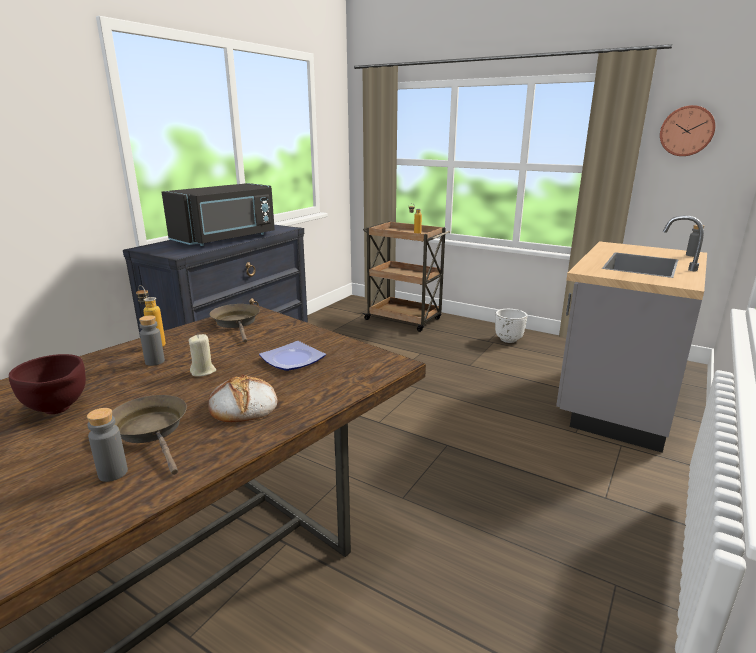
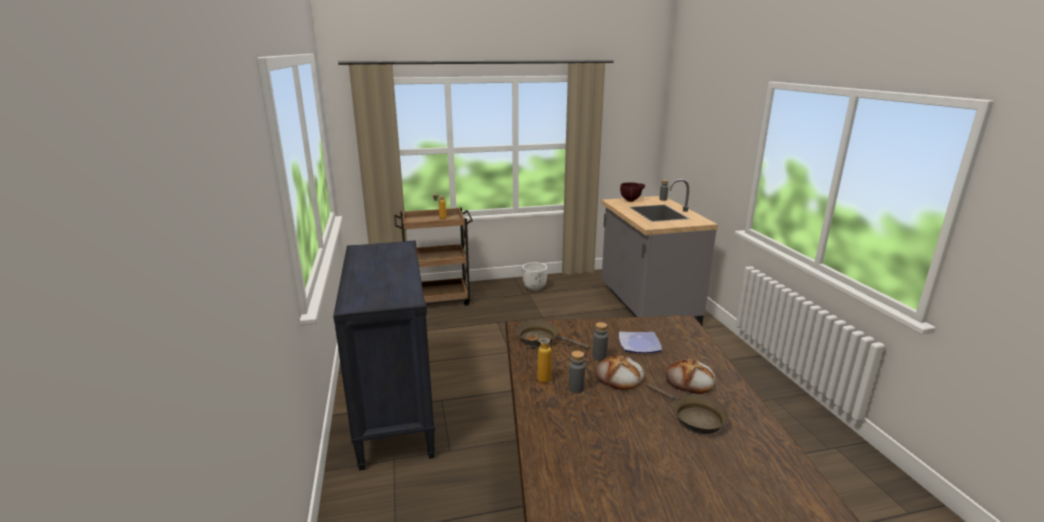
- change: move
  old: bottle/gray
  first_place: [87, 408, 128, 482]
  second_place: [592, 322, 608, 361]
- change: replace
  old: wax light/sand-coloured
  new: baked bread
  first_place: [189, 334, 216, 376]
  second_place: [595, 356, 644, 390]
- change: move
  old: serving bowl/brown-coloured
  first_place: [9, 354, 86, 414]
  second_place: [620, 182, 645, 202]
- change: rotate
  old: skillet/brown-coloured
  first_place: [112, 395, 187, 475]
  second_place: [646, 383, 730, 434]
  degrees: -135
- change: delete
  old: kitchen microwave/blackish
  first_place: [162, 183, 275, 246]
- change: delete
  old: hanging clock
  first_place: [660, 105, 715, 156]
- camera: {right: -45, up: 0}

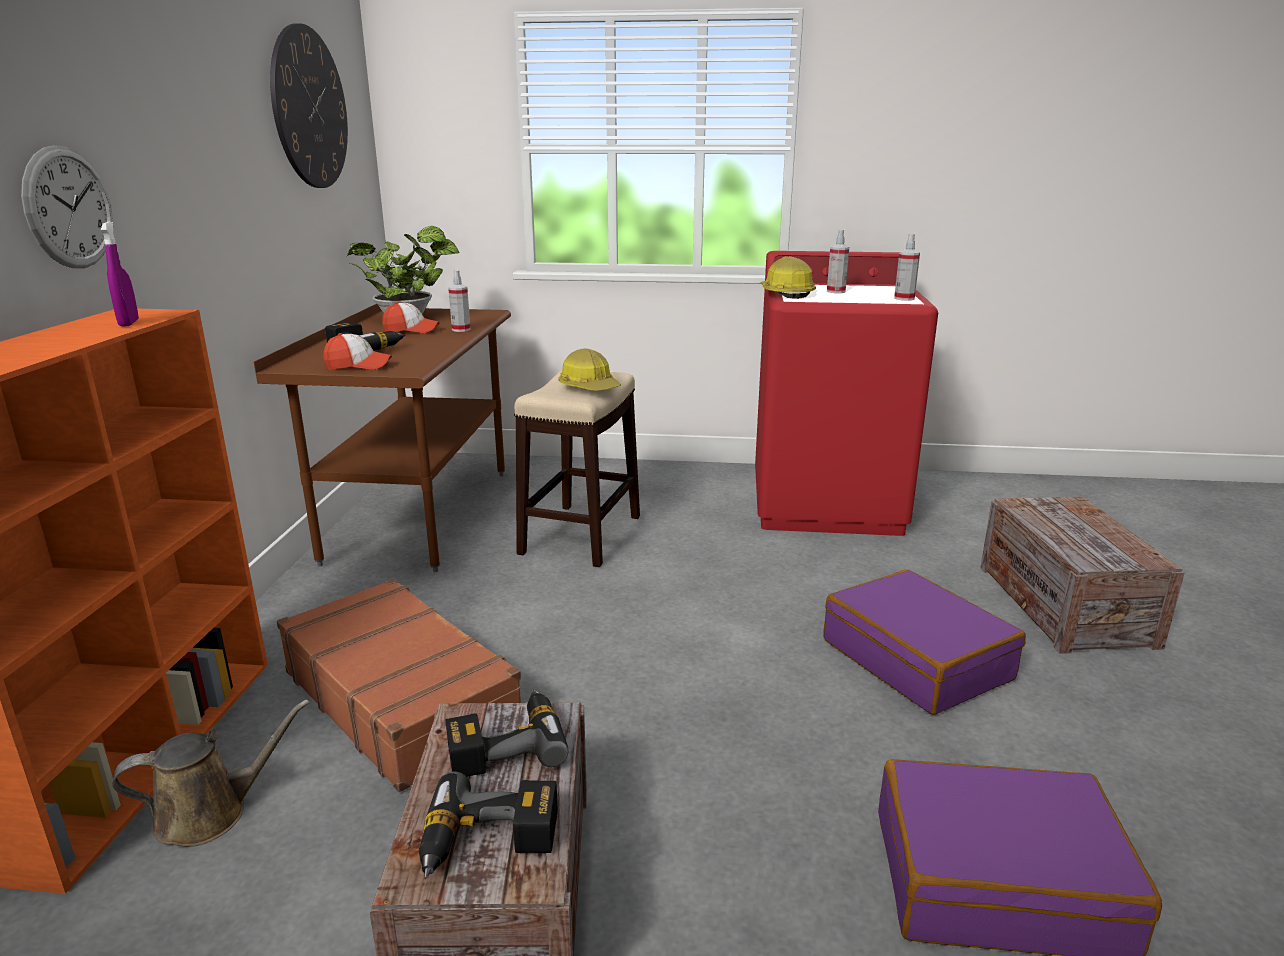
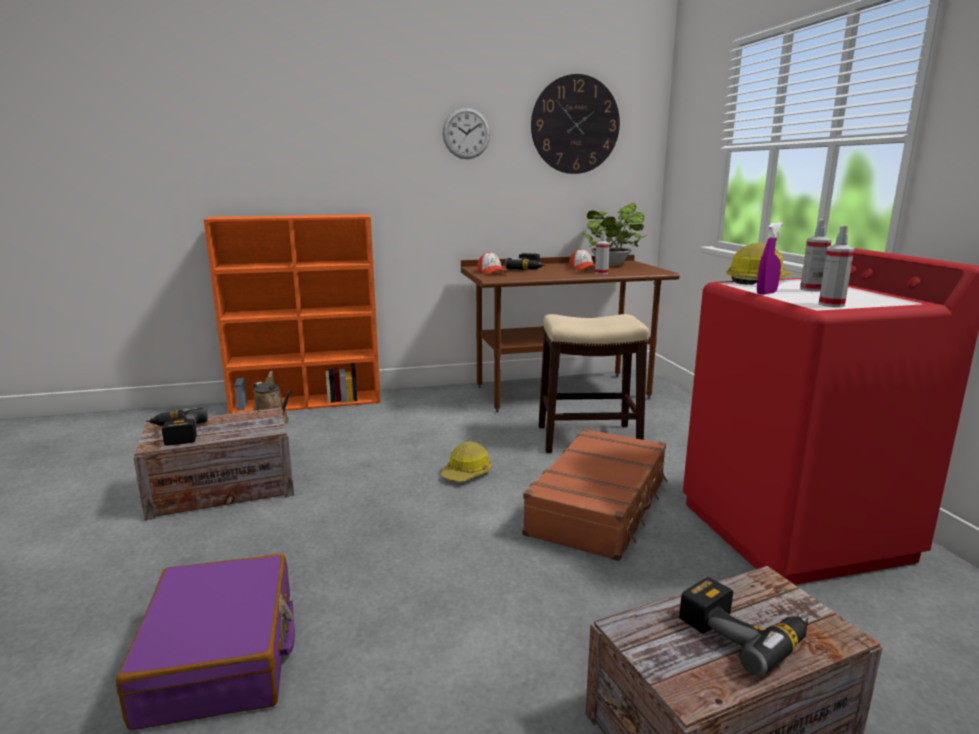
- change: move
  old: hard hat
  first_place: [559, 348, 621, 391]
  second_place: [441, 442, 492, 482]
- change: move
  old: hanging clock
  first_place: [21, 145, 113, 268]
  second_place: [443, 107, 490, 159]
- change: move
  old: piece of luggage/brown-coloured
  first_place: [277, 578, 521, 792]
  second_place: [522, 428, 668, 561]
- change: move
  old: electric drill
  first_place: [445, 690, 568, 777]
  second_place: [679, 577, 808, 676]
- change: move
  old: spray bottle/purplish
  first_place: [101, 221, 139, 327]
  second_place: [757, 222, 783, 295]
- change: delete
  old: piece of luggage/purplish
  first_place: [824, 569, 1026, 715]
- camera: {right: 70, up: -5}

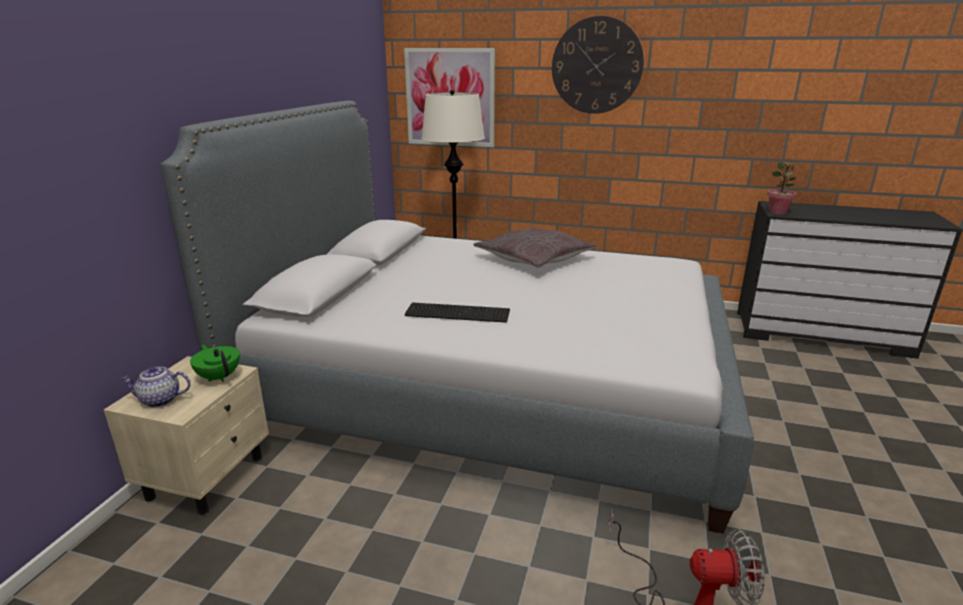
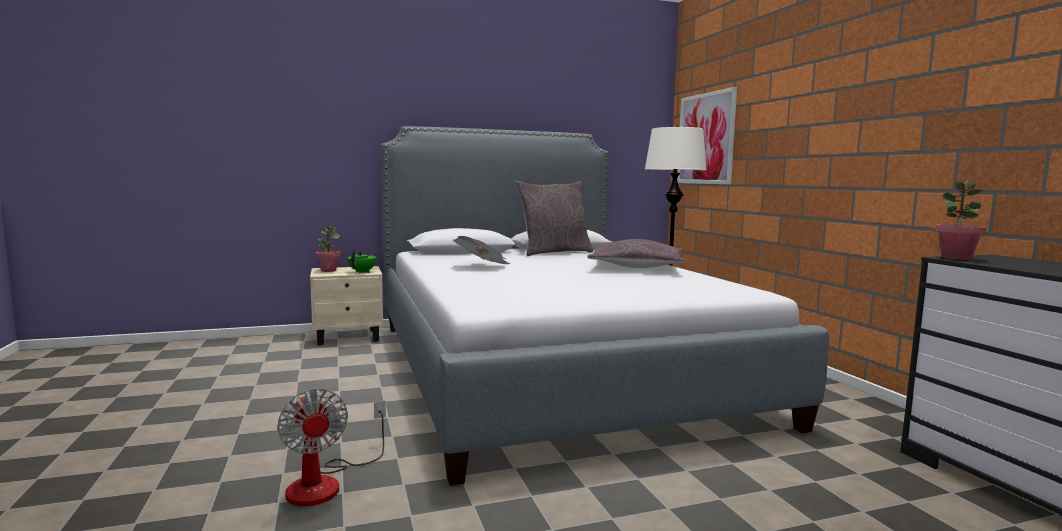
- change: replace
  old: tea pot
  new: plant in a pot
  first_place: [120, 366, 191, 407]
  second_place: [316, 226, 341, 272]
- change: replace
  old: keyboard
  new: printed paper
  first_place: [405, 303, 510, 323]
  second_place: [453, 236, 510, 264]
- change: insert
  new: cushion/gray
  second_place: [516, 181, 593, 256]
- change: delete
  old: hanging clock
  first_place: [552, 16, 644, 114]
- camera: {right: 55, up: -15}

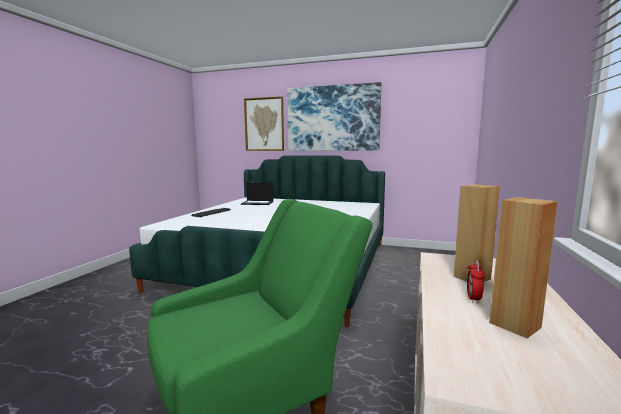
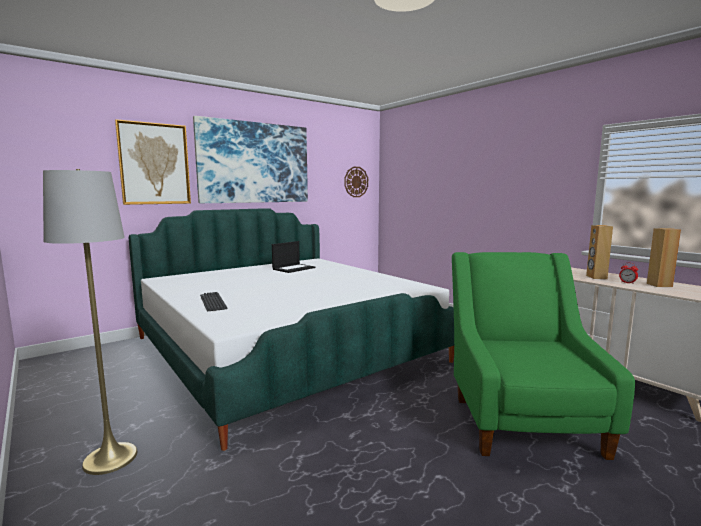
- change: insert
  new: standard lamp/gray
  second_place: [43, 169, 138, 475]
- change: move
  old: laptop
  first_place: [241, 182, 273, 205]
  second_place: [272, 241, 316, 273]
- change: insert
  new: hanging clock
  second_place: [344, 167, 368, 197]
- camera: {right: -55, up: 0}

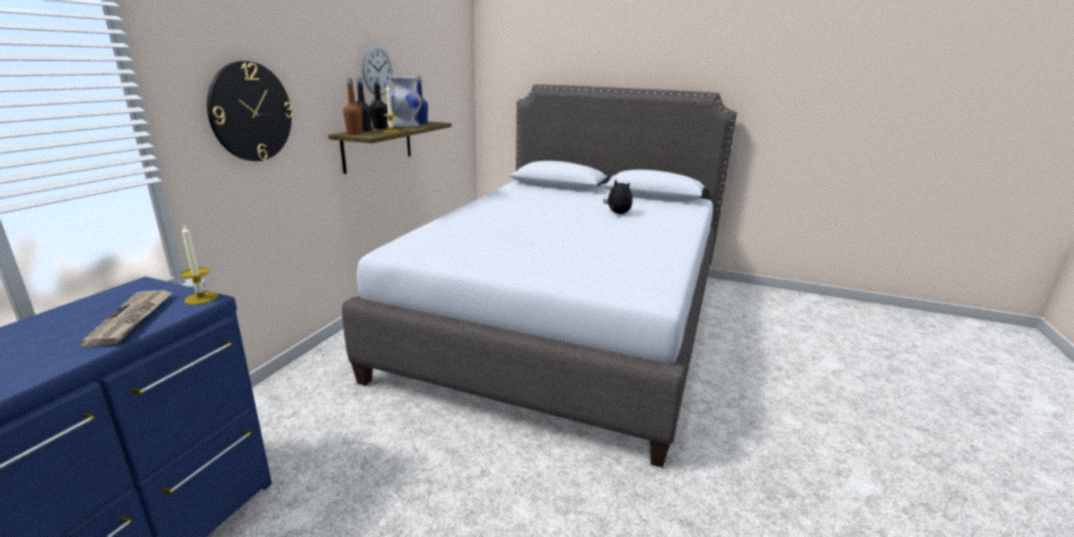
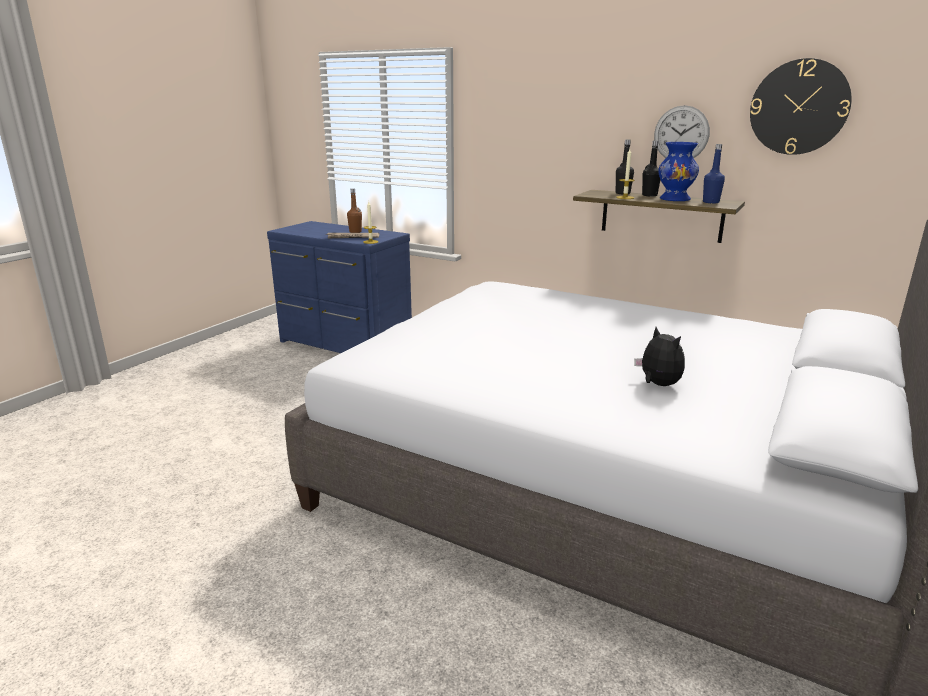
- change: move
  old: bottle/brown-coloured
  first_place: [343, 78, 363, 135]
  second_place: [347, 188, 362, 233]
- change: rotate
  old: plush toy
  first_place: [604, 179, 633, 214]
  second_place: [634, 327, 685, 386]
  degrees: -90
- change: recolor
  old: decorative vase/white-coloured
  new: decorative vase/bluish
  first_place: [390, 77, 422, 127]
  second_place: [658, 142, 699, 201]
- change: move
  old: hanging clock
  first_place: [207, 61, 293, 161]
  second_place: [750, 58, 852, 155]
- camera: {right: 100, up: 0}

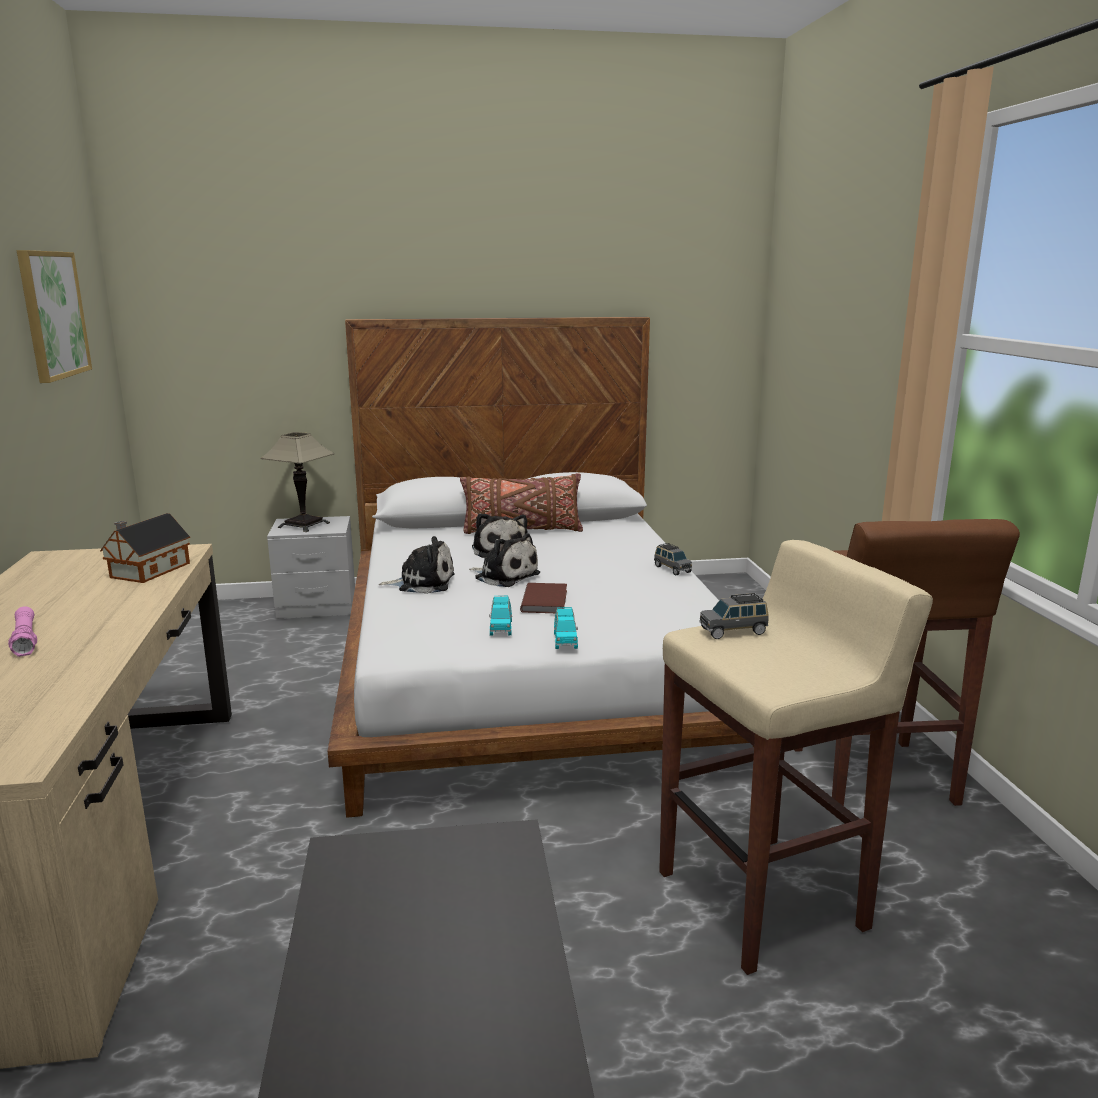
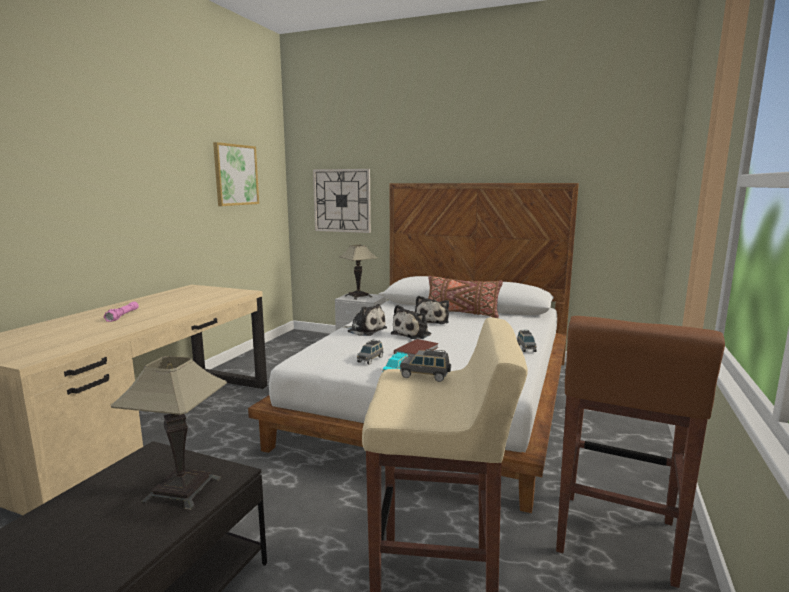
- change: insert
  new: tabletop lamp
  second_place: [111, 356, 227, 510]
- change: insert
  new: hanging clock
  second_place: [313, 169, 371, 233]
- change: recolor
  old: miniature car/turquoise-coloured
  new: miniature car/gray
  first_place: [489, 597, 512, 636]
  second_place: [357, 339, 383, 365]
- change: rotate
  old: plush toy
  first_place: [469, 533, 540, 587]
  second_place: [391, 305, 431, 339]
  degrees: 60
- change: delete
  old: miniature house
  first_place: [100, 513, 190, 583]
- camera: {right: 30, up: -5}

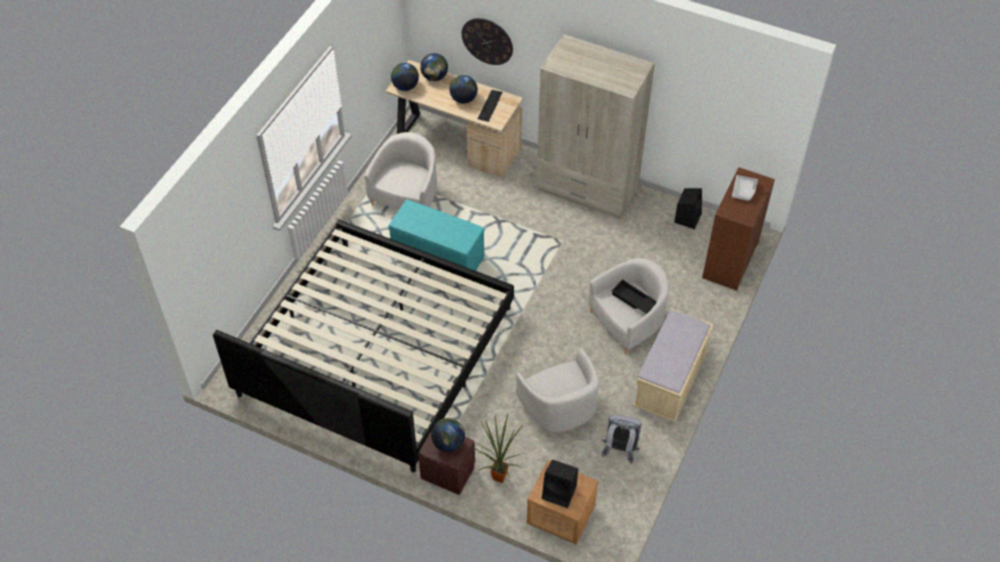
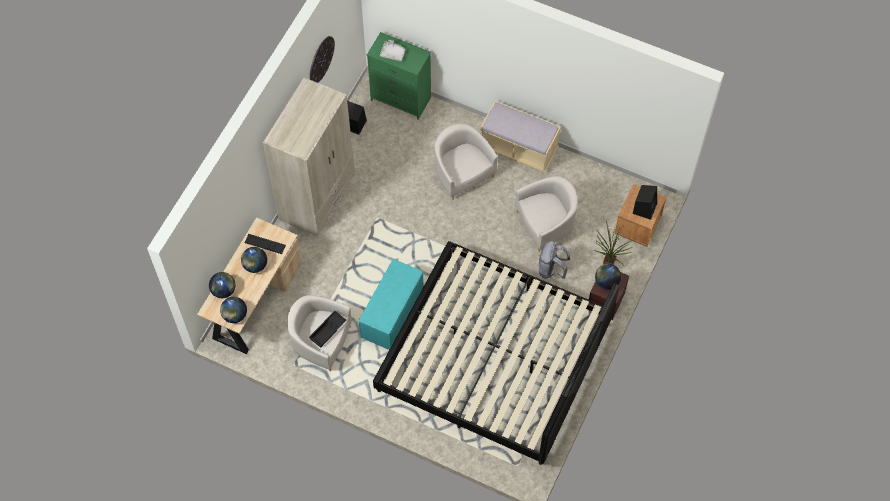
- change: move
  old: tray/blackish
  first_place: [611, 279, 657, 314]
  second_place: [309, 311, 346, 348]
- change: move
  old: hanging clock
  first_place: [462, 18, 513, 65]
  second_place: [310, 36, 335, 83]
- change: recolor
  old: dresser/brown-coloured
  new: dresser/green
  first_place: [702, 167, 775, 291]
  second_place: [367, 32, 431, 120]
- change: move
  old: backpack/gray
  first_place: [602, 414, 642, 464]
  second_place: [539, 241, 570, 279]
- camera: {right: -90, up: 10}

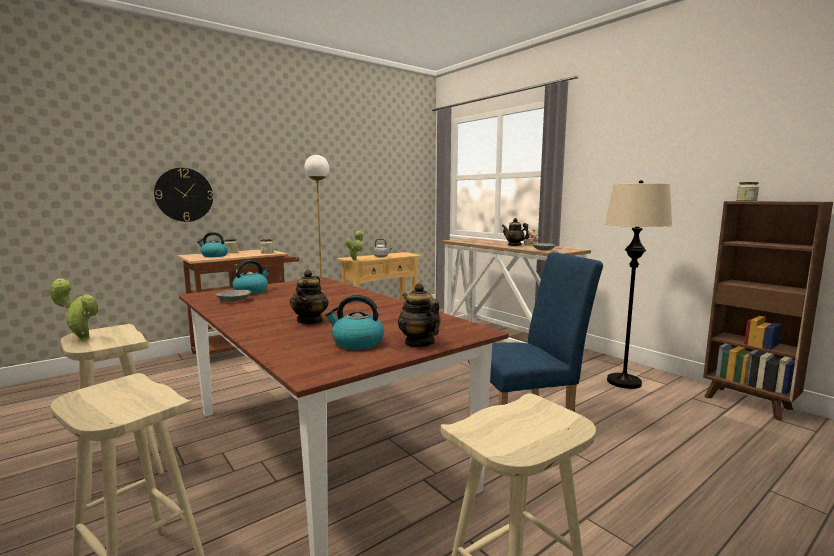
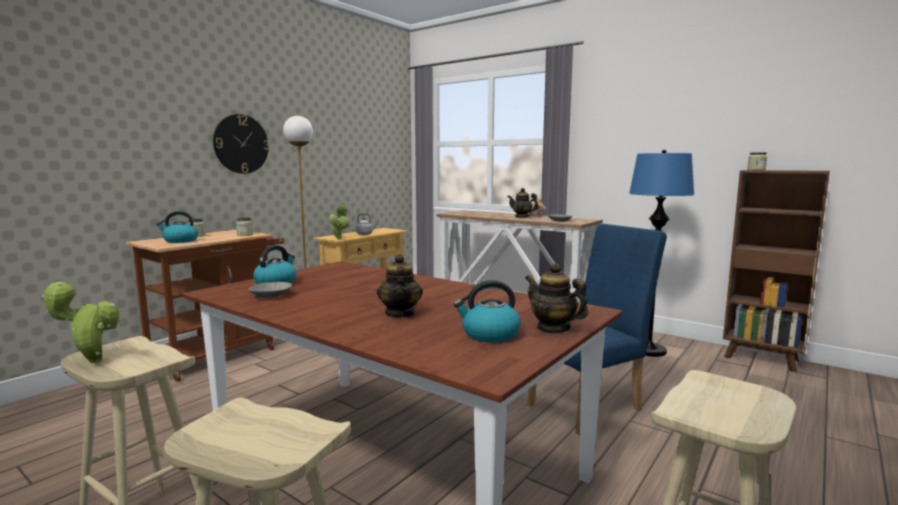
- change: move
  old: hanging clock
  first_place: [154, 168, 213, 222]
  second_place: [213, 114, 269, 174]
- change: recolor
  old: standard lamp/sand-coloured
  new: standard lamp/bluish
  first_place: [605, 180, 672, 389]
  second_place: [629, 150, 695, 357]
- camera: {right: -15, up: 0}

